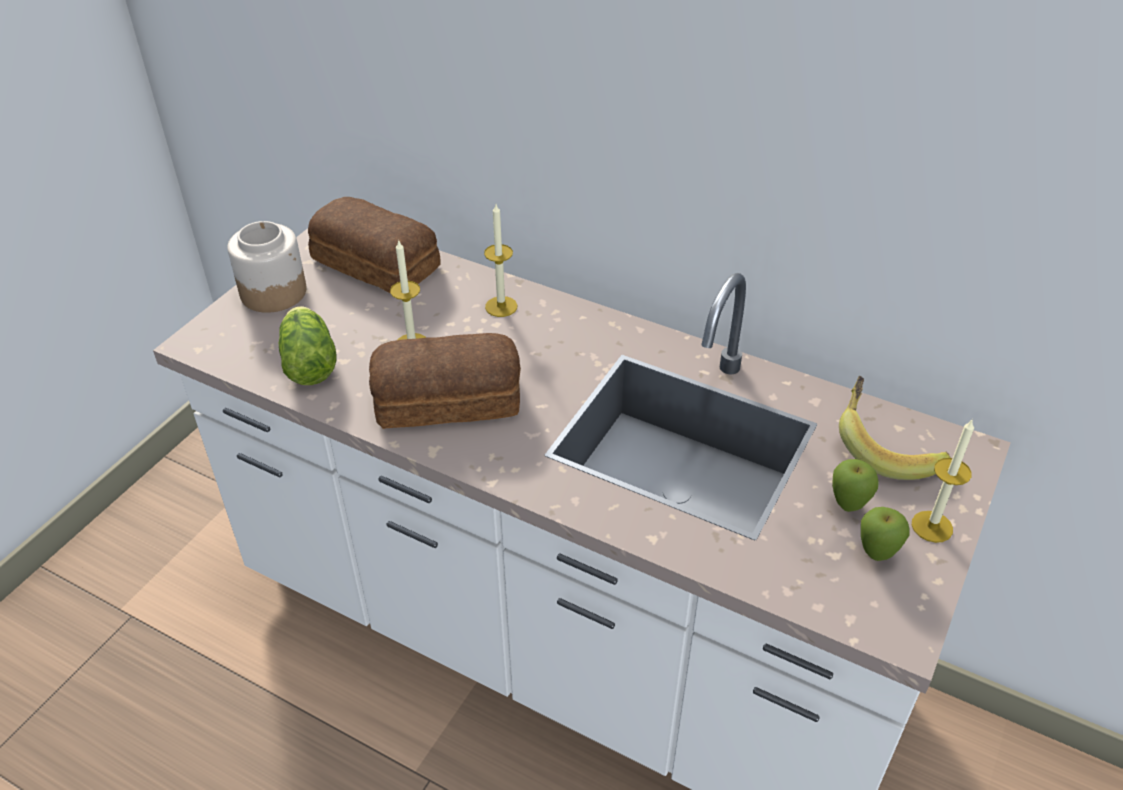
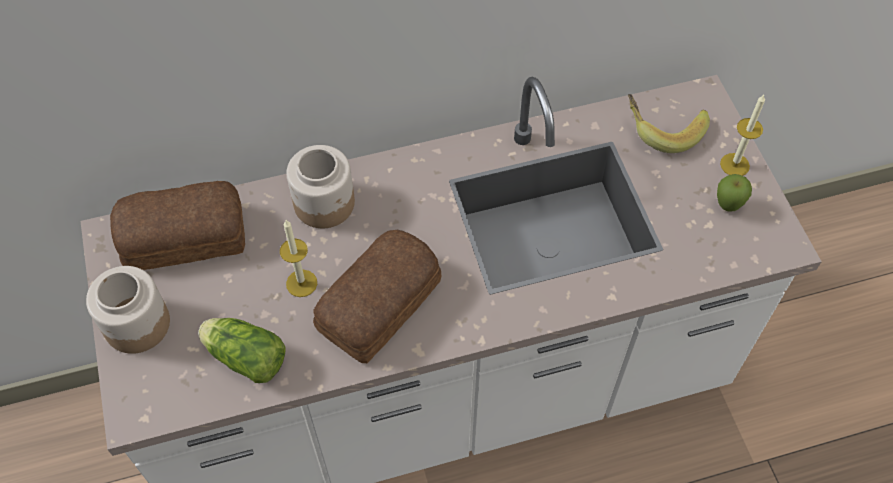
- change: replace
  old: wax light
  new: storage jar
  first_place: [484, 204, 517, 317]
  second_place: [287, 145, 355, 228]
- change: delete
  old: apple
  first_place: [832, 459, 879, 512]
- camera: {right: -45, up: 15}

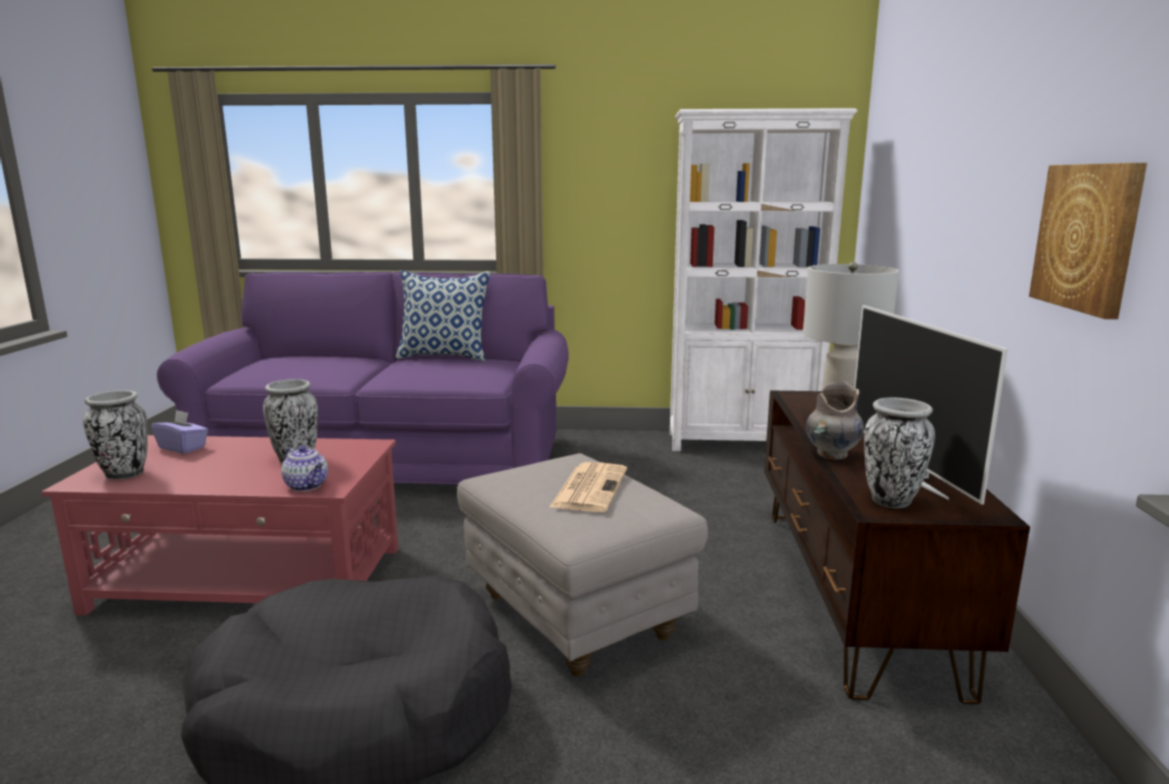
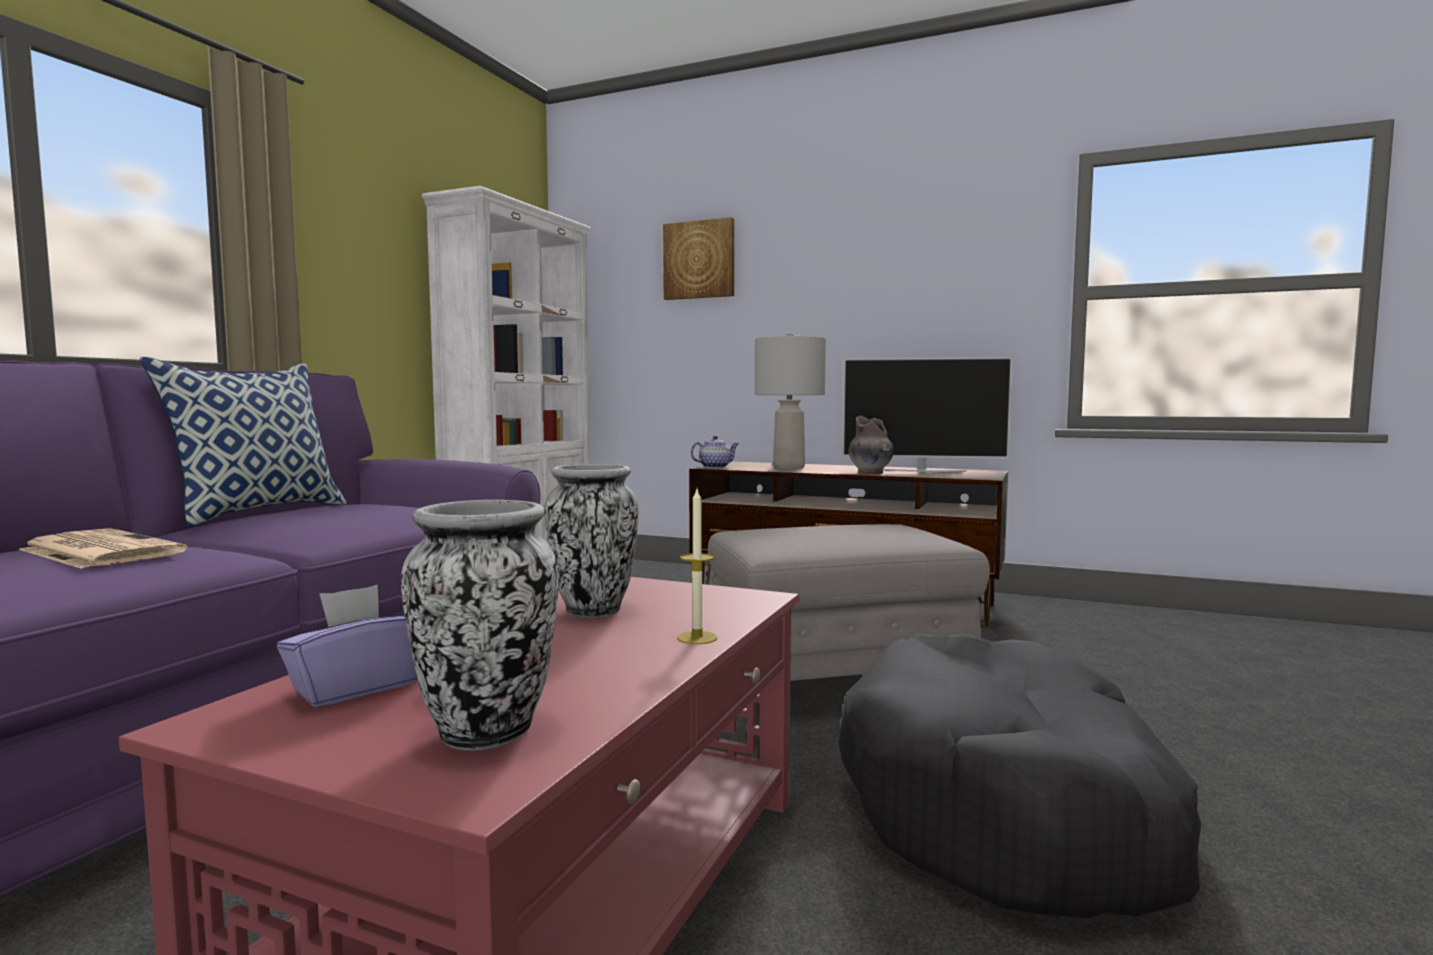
- change: move
  old: printed paper
  first_place: [549, 462, 627, 512]
  second_place: [18, 528, 187, 569]
- change: move
  old: wall art
  first_place: [1029, 163, 1147, 319]
  second_place: [663, 217, 734, 300]
- change: insert
  new: wax light
  second_place: [677, 489, 718, 644]
- change: move
  old: tea pot
  first_place: [281, 446, 328, 491]
  second_place: [691, 436, 739, 468]
- change: delete
  old: decorative vase
  first_place: [864, 398, 935, 508]
- camera: {right: -70, up: -10}

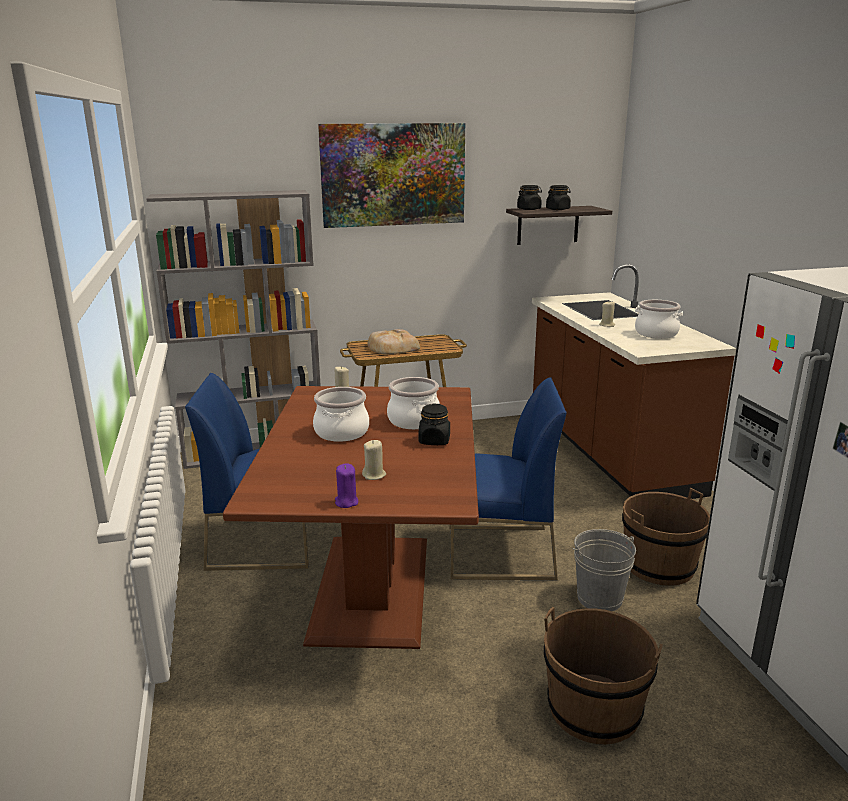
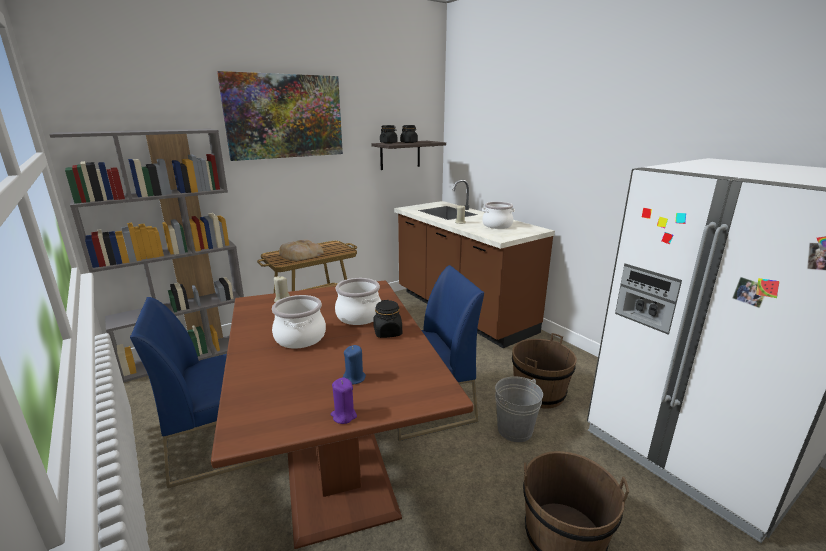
- change: recolor
  old: wax light/sand-coloured
  new: wax light/bluish
  first_place: [362, 440, 386, 480]
  second_place: [343, 345, 366, 385]
- camera: {right: -20, up: 0}

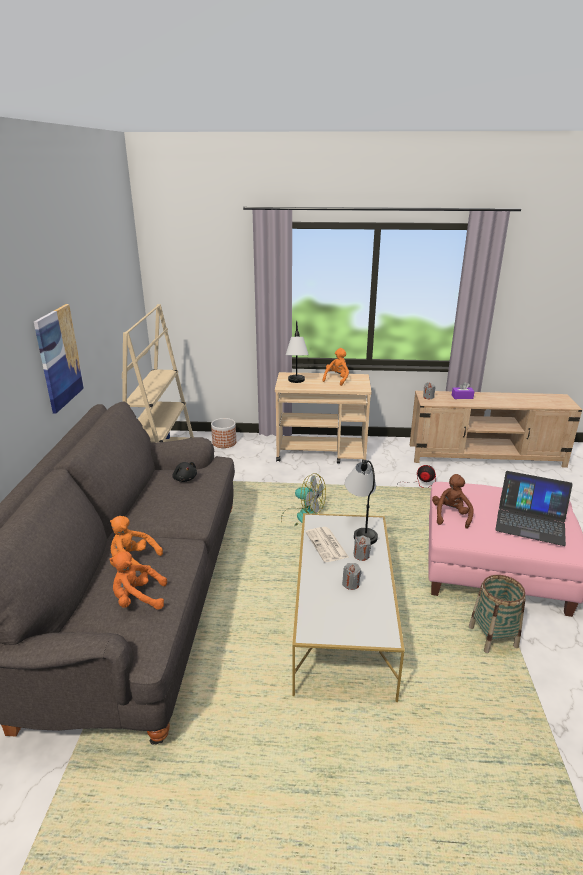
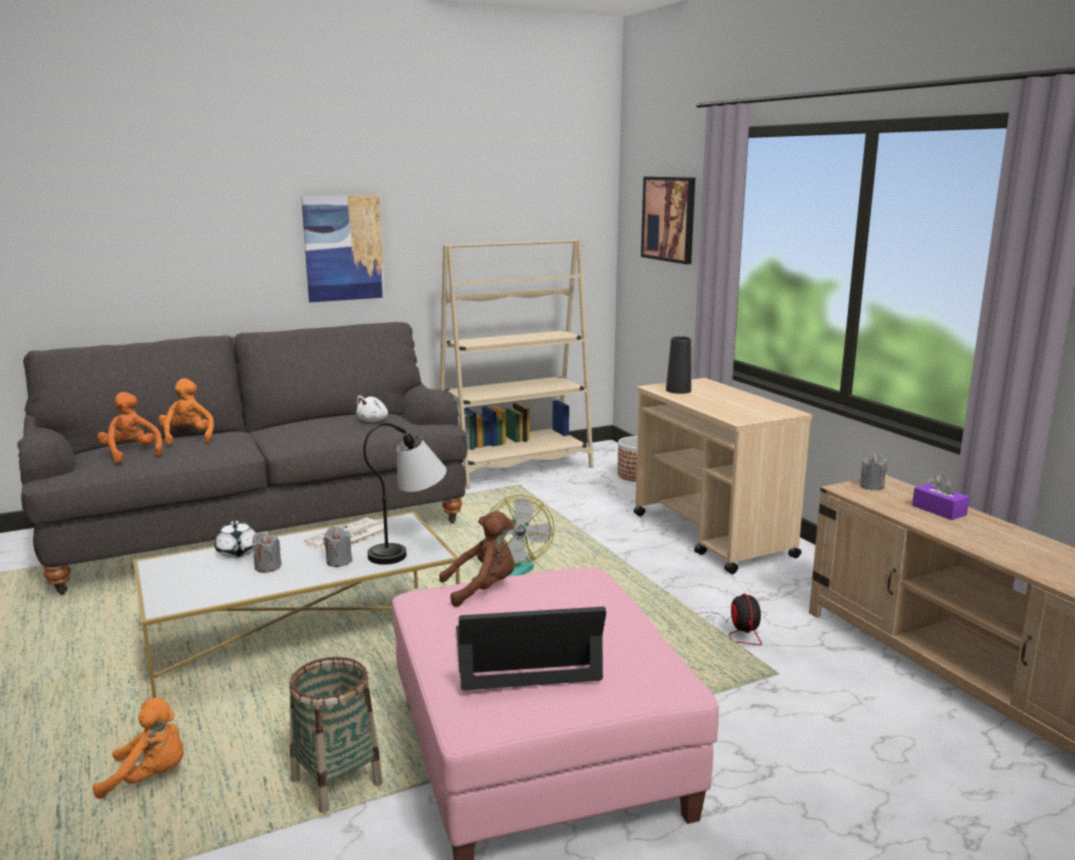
- change: move
  old: plush toy/orange
  first_place: [322, 348, 349, 386]
  second_place: [93, 698, 184, 799]
- change: insert
  new: tea pot/white-coloured
  second_place: [215, 521, 256, 558]
- change: recolor
  old: plush toy/blackish
  new: plush toy/white-coloured
  first_place: [172, 462, 197, 482]
  second_place: [356, 395, 388, 422]
- change: rotate
  old: laptop
  first_place: [495, 471, 573, 546]
  second_place: [456, 607, 606, 690]
  degrees: 90
- change: insert
  new: wall art
  second_place: [641, 177, 695, 264]
- change: replace
  old: tabletop lamp
  new: decorative vase/blackish
  first_place: [286, 321, 309, 383]
  second_place: [666, 336, 691, 394]
- camera: {right: 60, up: -10}

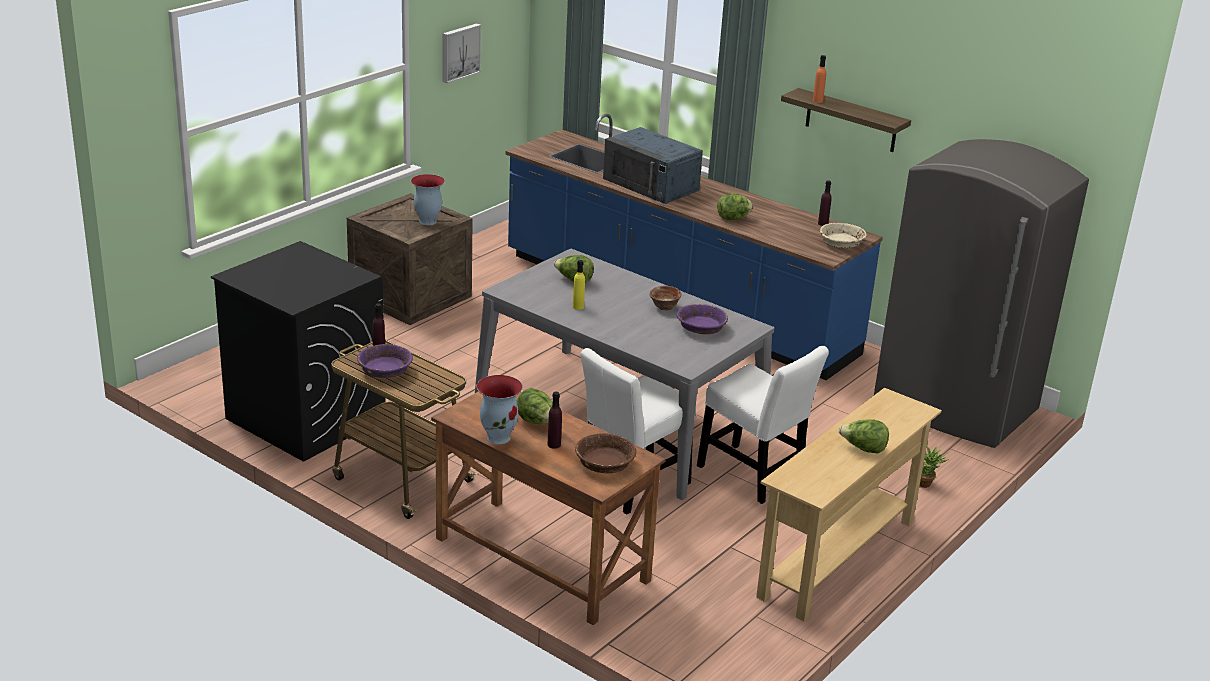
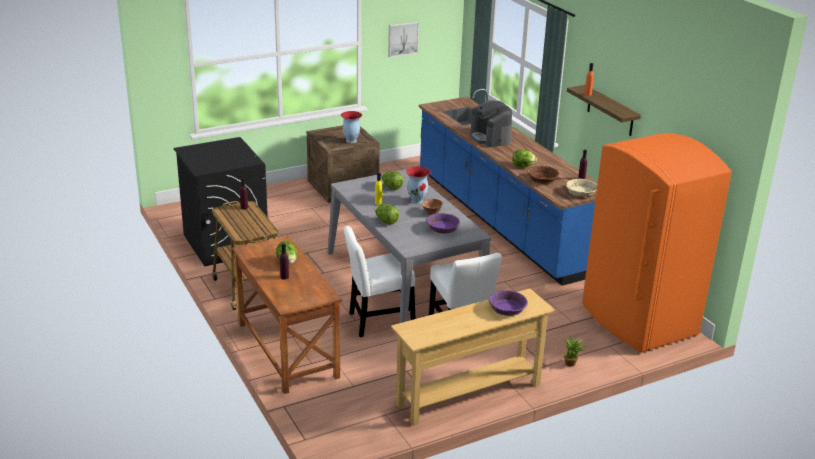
- change: move
  old: head of lettuce
  first_place: [839, 419, 889, 453]
  second_place: [374, 204, 399, 224]
- change: move
  old: decorative vase
  first_place: [477, 375, 523, 444]
  second_place: [406, 166, 431, 204]
- change: replace
  old: kitchen microwave/bluish
  new: coffee brewer
  first_place: [603, 127, 703, 204]
  second_place: [470, 100, 512, 147]
- change: move
  old: serving bowl/purplish
  first_place: [357, 344, 413, 378]
  second_place: [489, 290, 528, 316]
- change: move
  old: serving bowl/brown-coloured
  first_place: [575, 433, 636, 473]
  second_place: [528, 166, 559, 184]
- change: recolor
  old: kitchen fridge/gray
  new: kitchen fridge/orange
  first_place: [874, 139, 1089, 448]
  second_place: [582, 133, 732, 352]
- camera: {right: 25, up: 0}

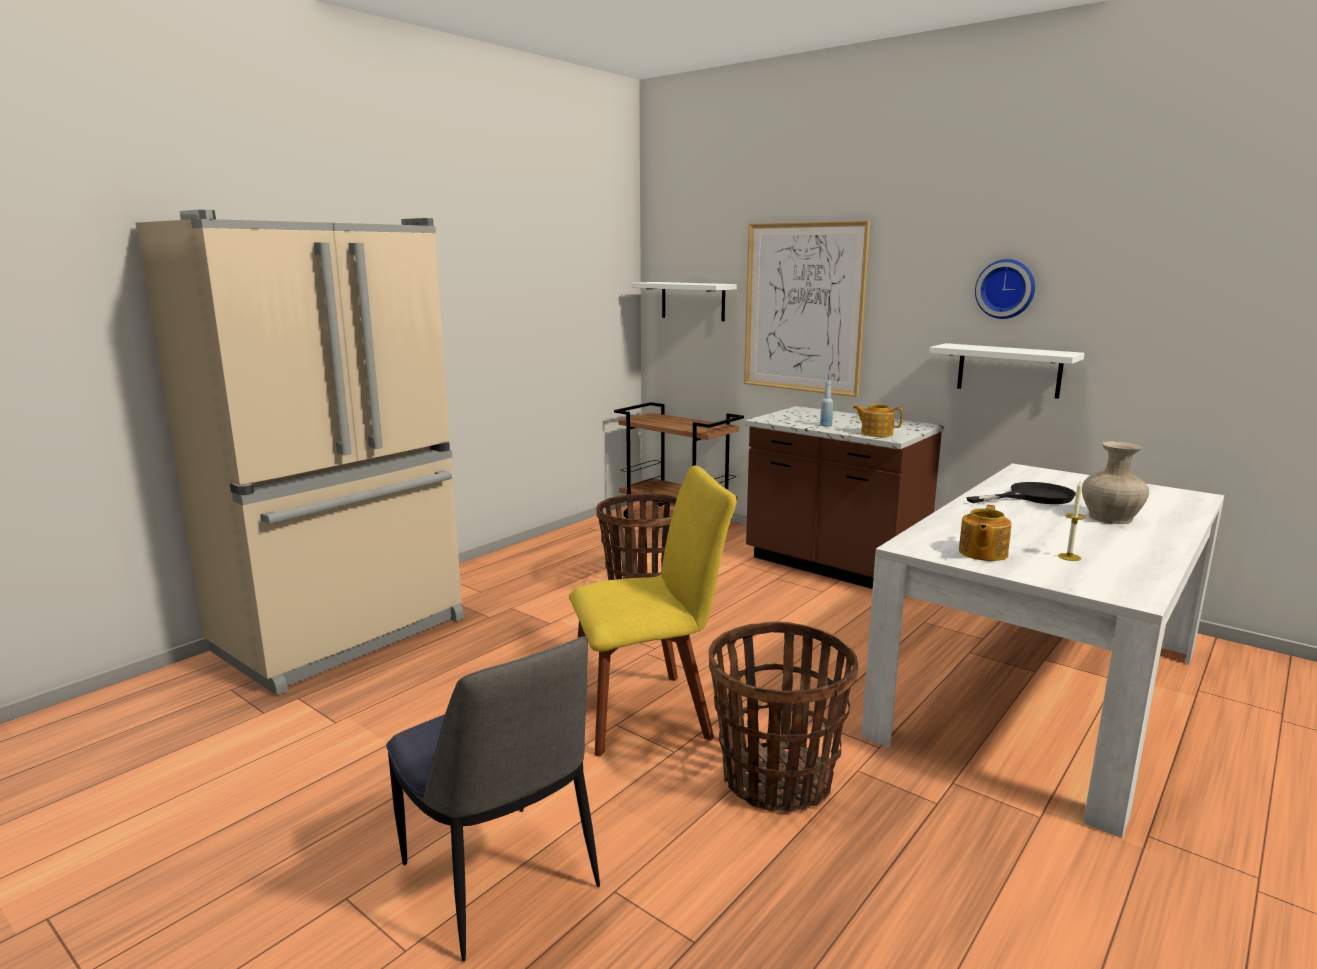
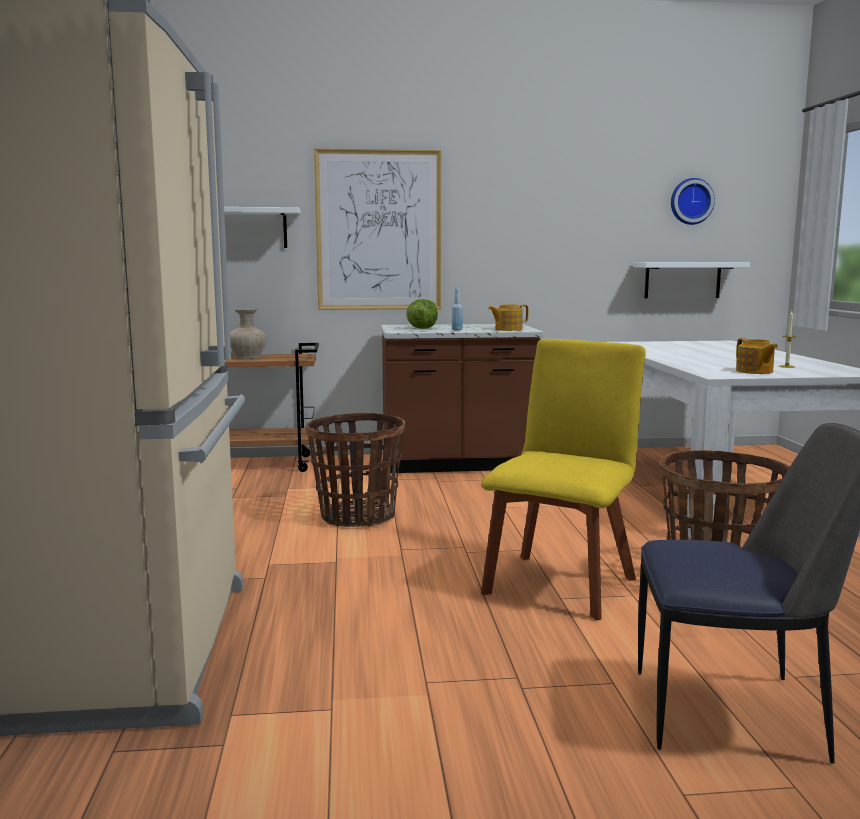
- change: move
  old: decorative vase/sand-coloured
  first_place: [1082, 441, 1149, 524]
  second_place: [230, 308, 266, 359]
- change: insert
  new: head of lettuce
  second_place: [406, 299, 438, 329]
- change: move
  old: shelf/white-coloured
  first_place: [929, 343, 1085, 399]
  second_place: [633, 262, 750, 298]
- change: move
  old: hanging clock
  first_place: [975, 259, 1035, 319]
  second_place: [671, 178, 715, 225]
- change: delete
  old: skillet/blackish
  first_place: [966, 482, 1076, 504]
- camera: {right: -45, up: -5}

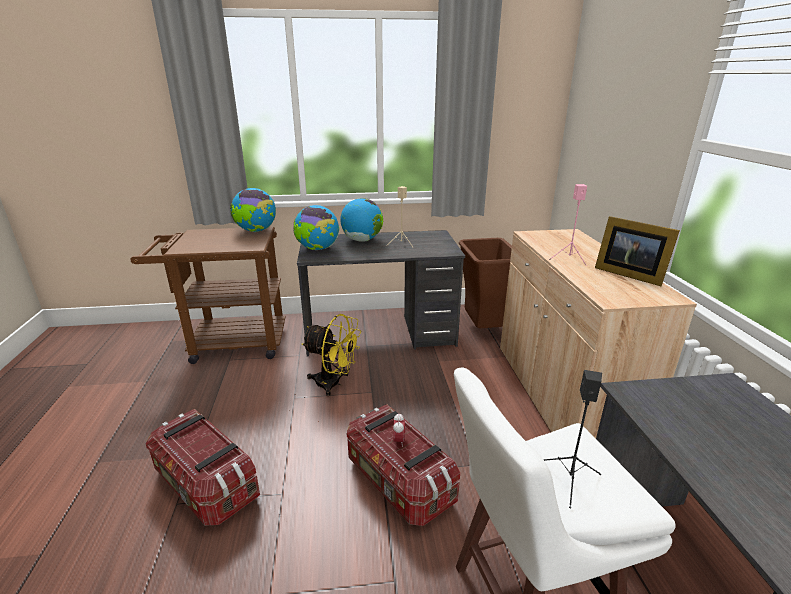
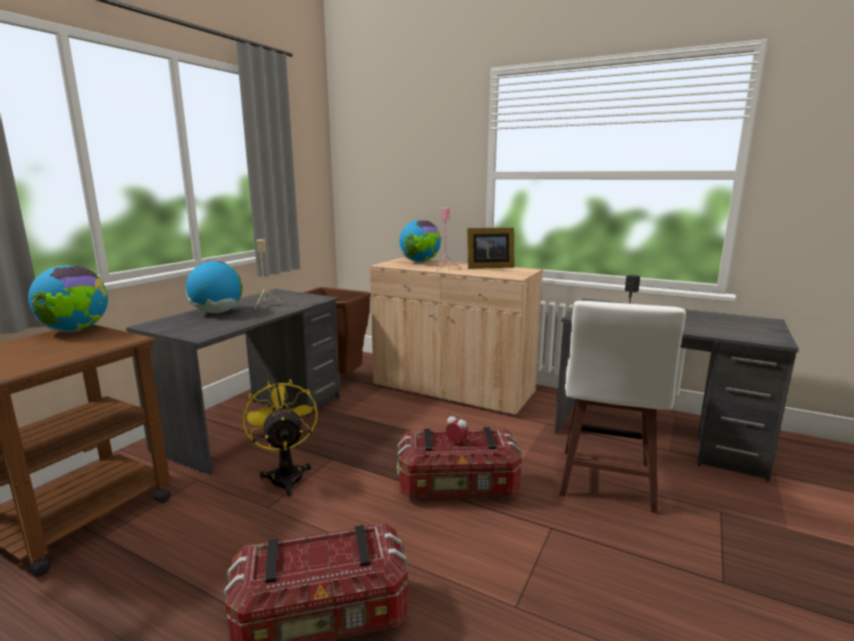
- change: rotate
  old: electric fan/yellowish
  first_place: [302, 314, 361, 396]
  second_place: [243, 379, 318, 496]
  degrees: -75
- change: move
  old: world globe
  first_place: [293, 205, 340, 250]
  second_place: [399, 220, 441, 262]
- camera: {right: -55, up: -10}

